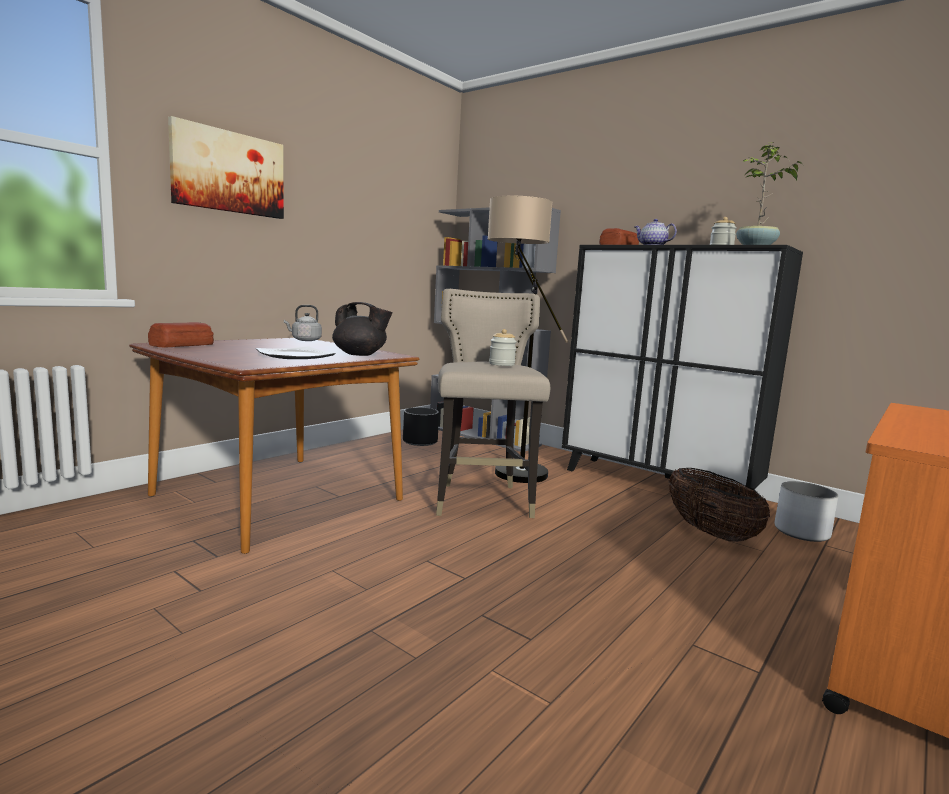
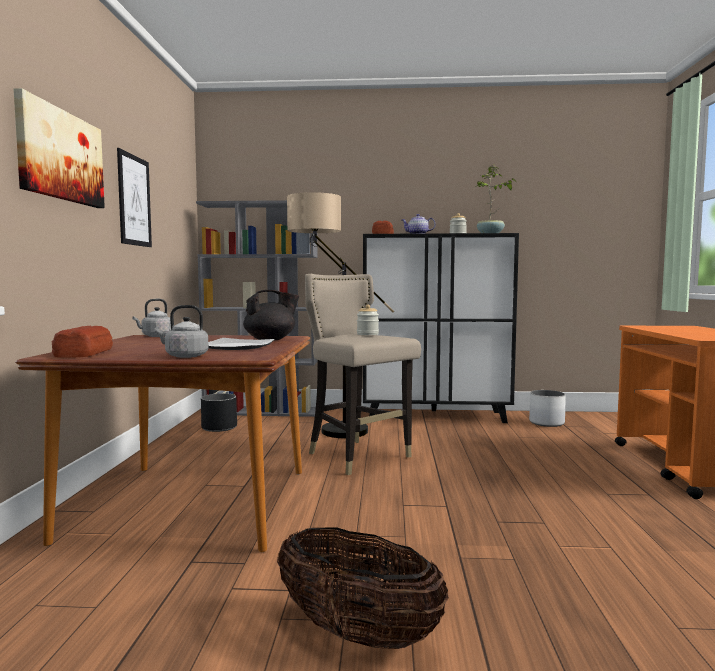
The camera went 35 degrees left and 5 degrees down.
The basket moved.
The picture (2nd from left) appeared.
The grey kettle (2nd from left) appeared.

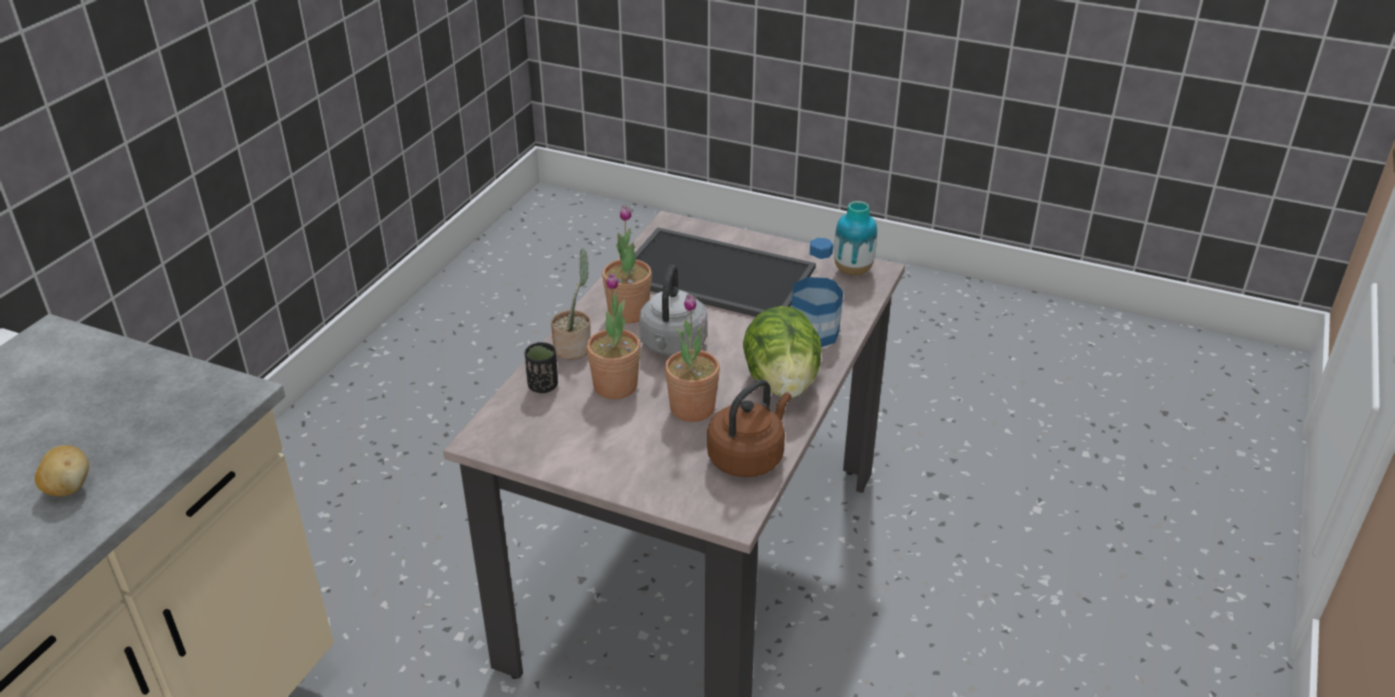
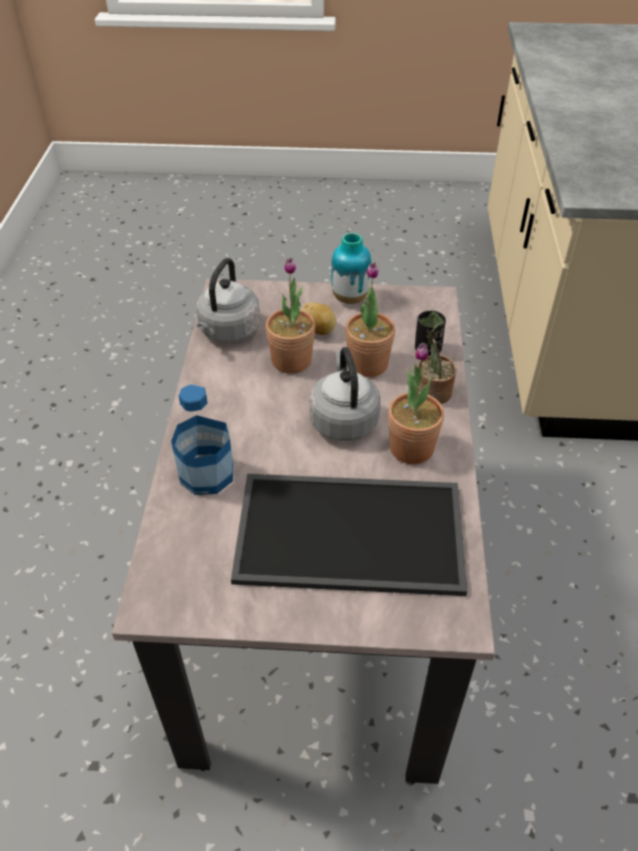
The camera went 160 degrees right and 10 degrees up.
The potato moved.
The brown kettle became the grey kettle (1st from left).
The lettuce disappeared.
The vase moved.

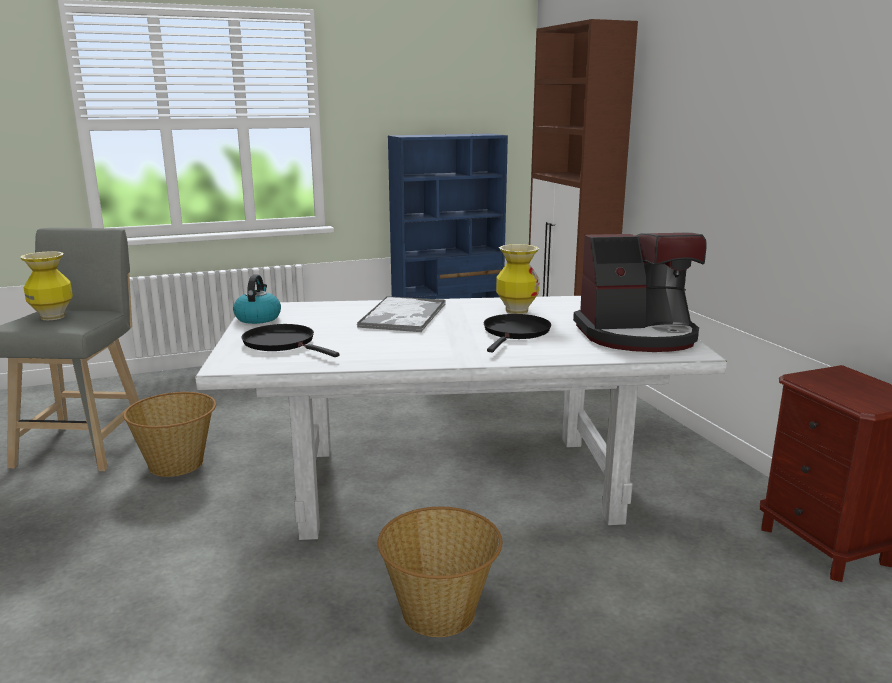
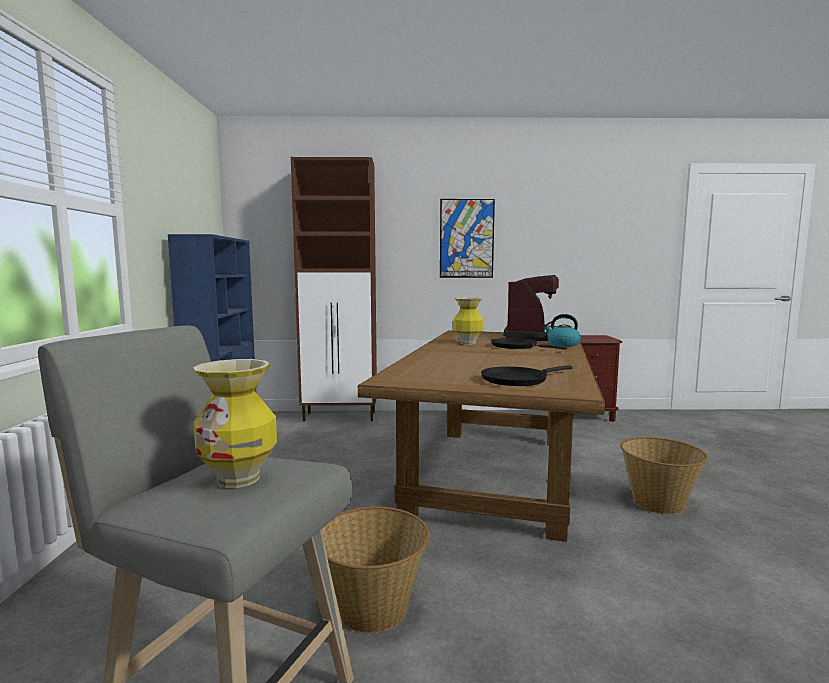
The camera went 70 degrees left and 10 degrees down.
The white dining table became the brown dining table.
The kettle moved.
The tray disappeared.
The picture appeared.

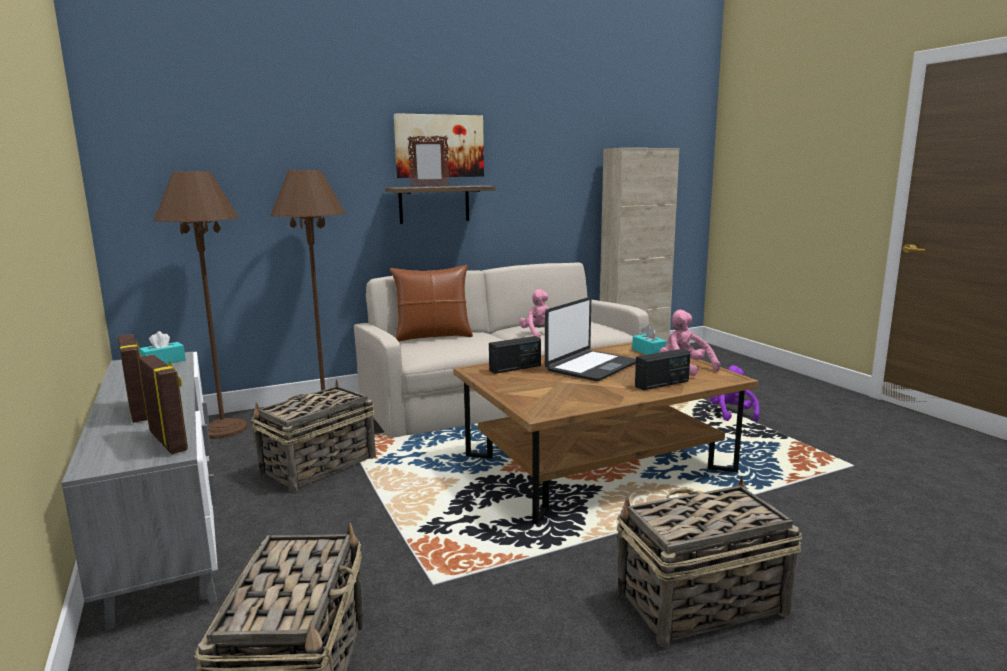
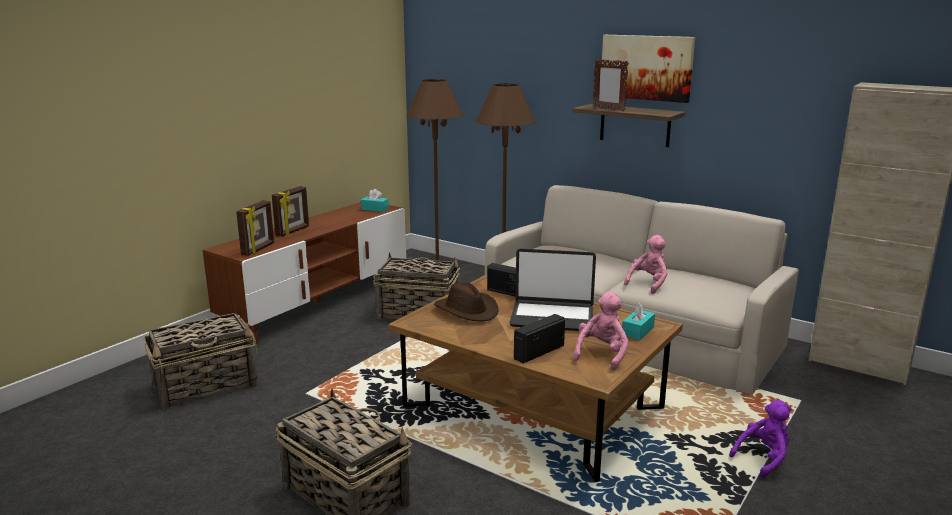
The camera went 60 degrees right and 5 degrees up.
The grey tv stand became the brown tv stand.
The brown pillow disappeared.
The radio (2nd from left) turned 105 degrees clockwise.
The brown hat appeared.

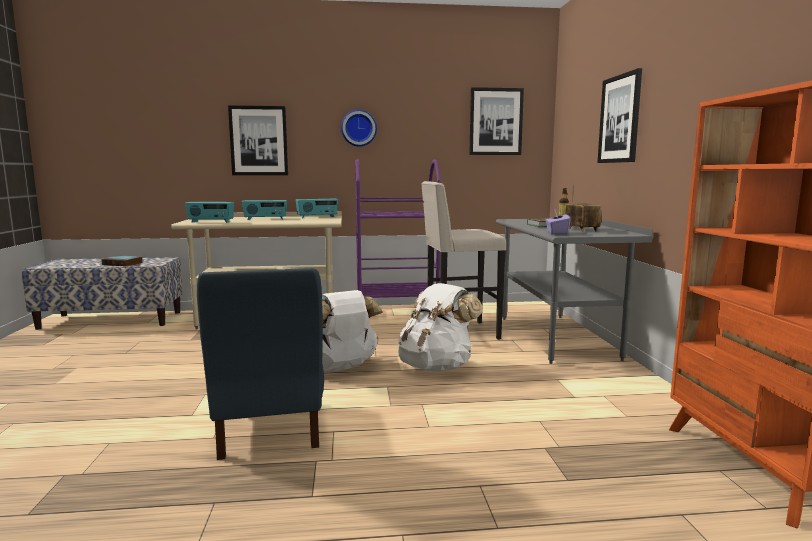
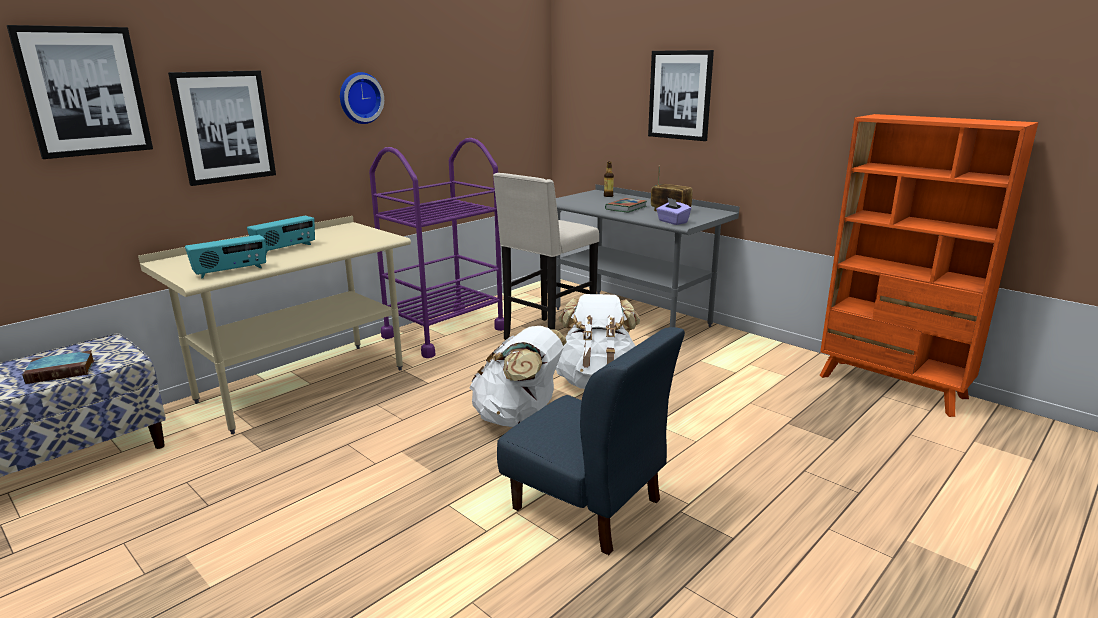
The camera went 40 degrees left and 10 degrees up.
The radio (3rd from left) disappeared.
The picture (2nd from left in the first image) moved.

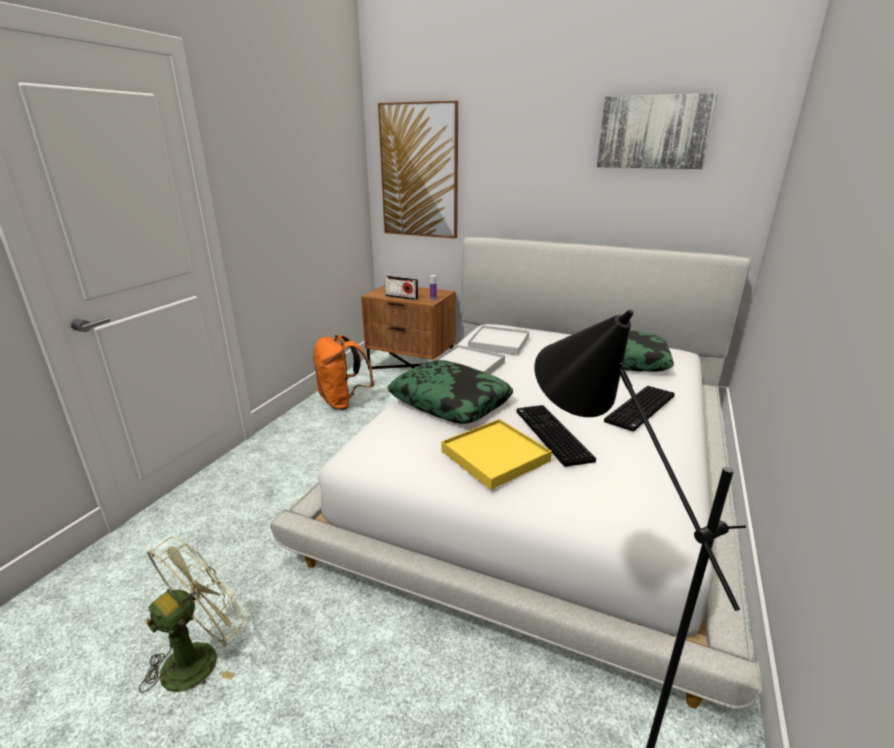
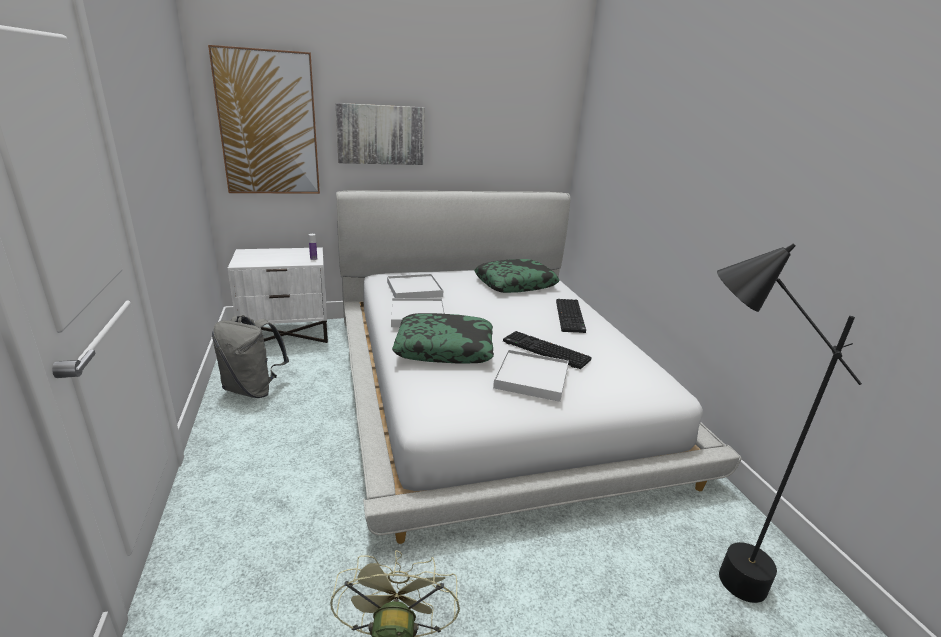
The camera went 40 degrees left and 0 degrees up.
The orange backpack became the grey backpack.
The brown nightstand became the white nightstand.
The radio disappeared.
The yellow tray became the white tray (3rd from left).
The picture (2nd from left) moved.

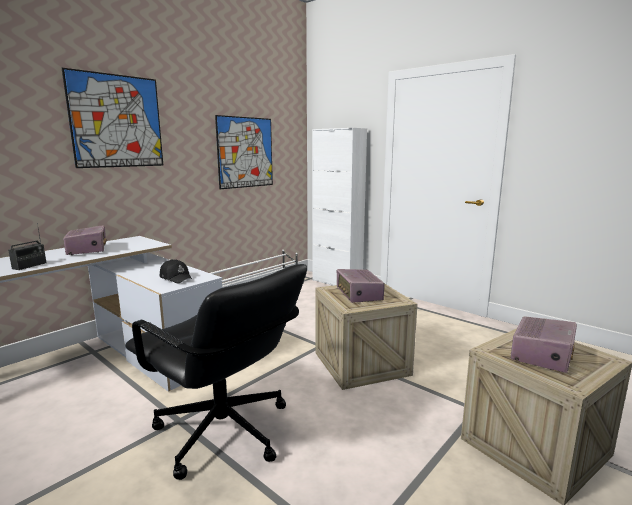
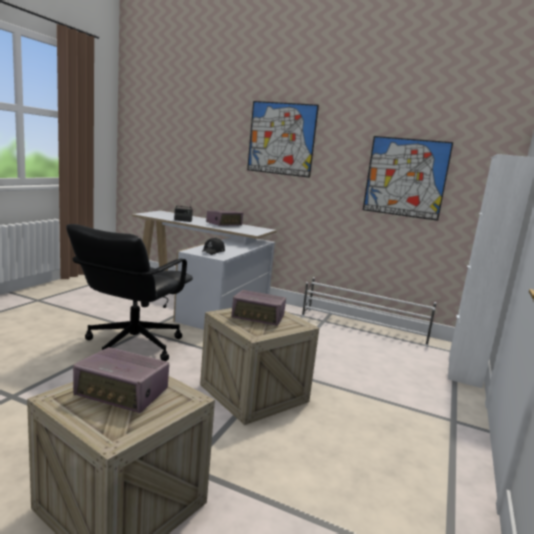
The camera went 70 degrees right and 0 degrees up.
The radio (3rd from left in the first image) turned 135 degrees counterclockwise.

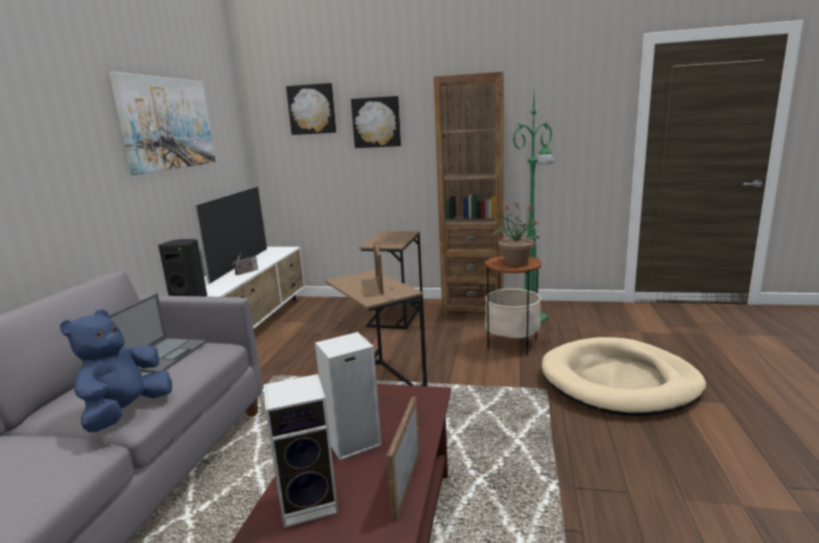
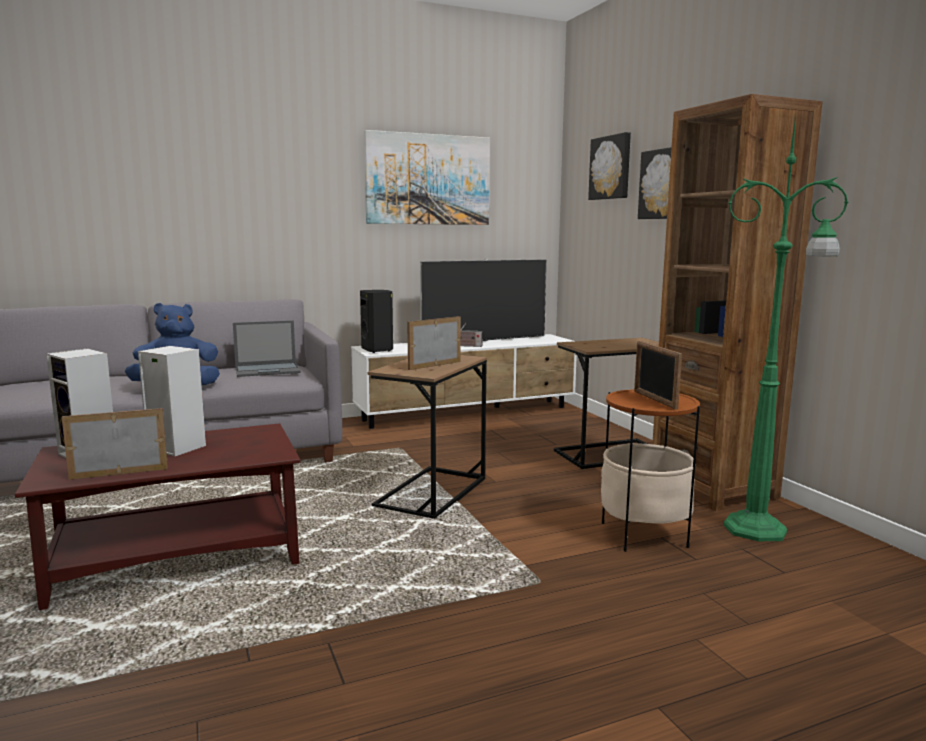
The camera went 55 degrees right and 5 degrees down.
The potted plant was replaced by the picture frame (3rd from left).
The beige dog bed disappeared.

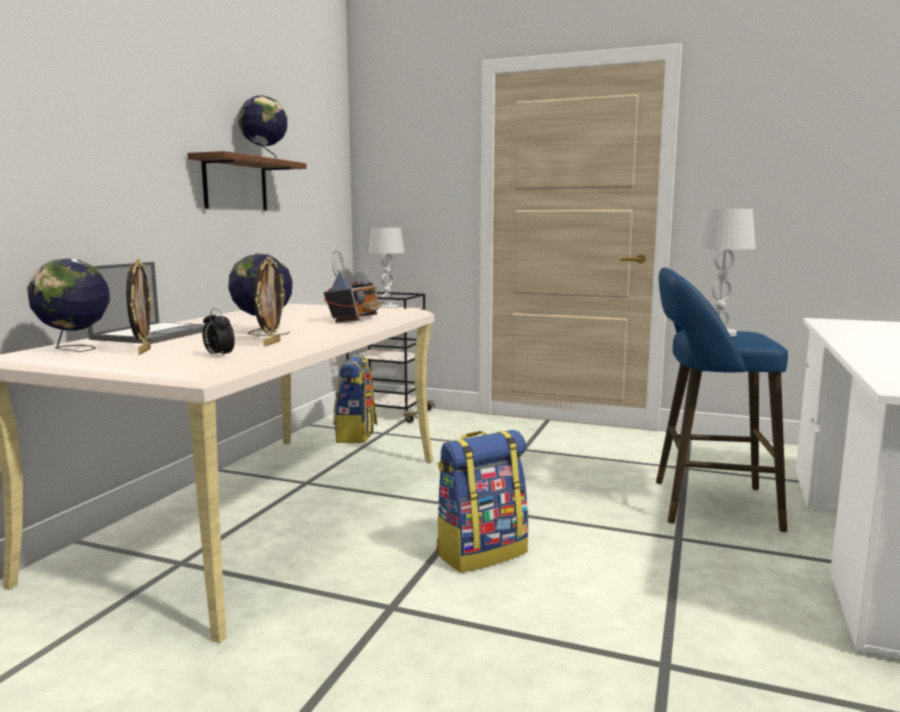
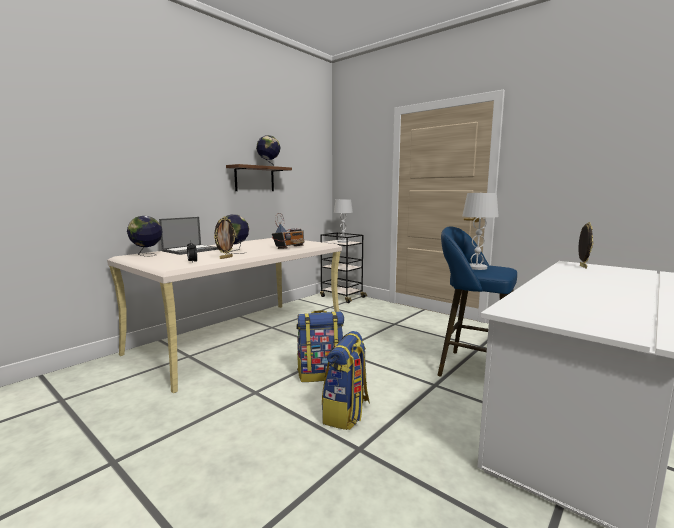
The camera went 20 degrees right and 0 degrees up.
The picture frame (1st from left in the first image) moved.
The backpack (1st from left in the first image) moved.

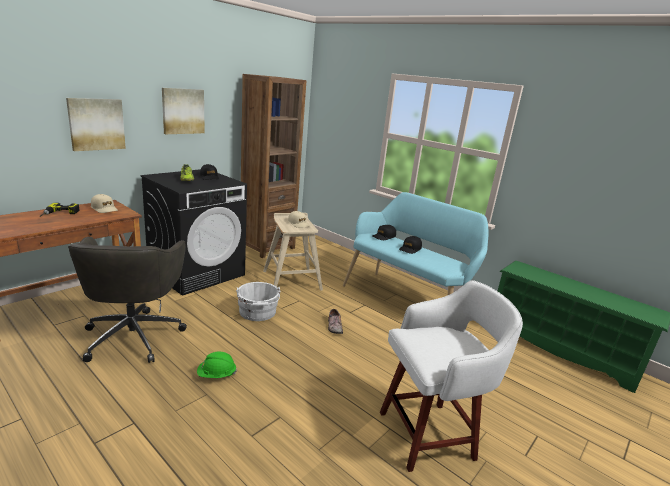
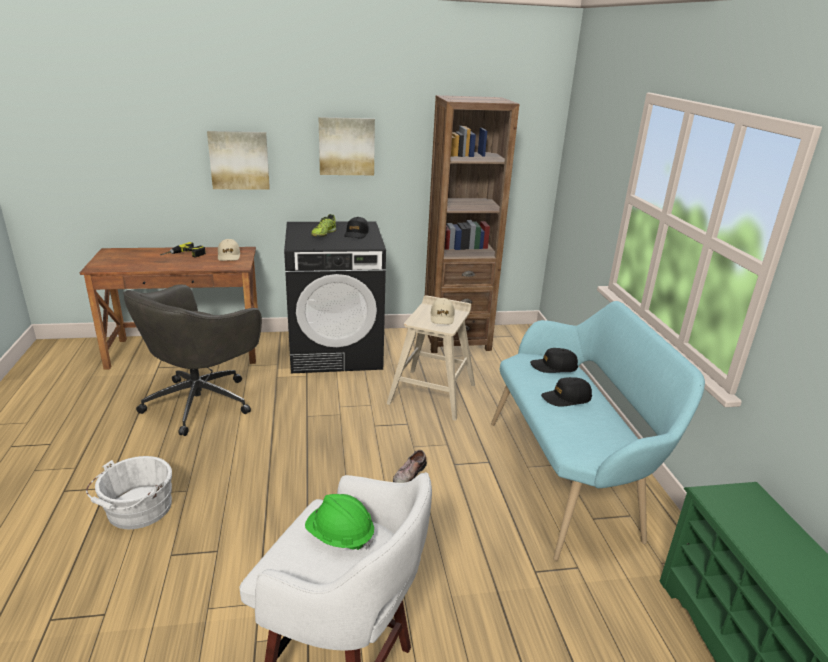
The camera went 40 degrees right and 5 degrees up.
The green hard hat moved.
The white bucket moved.

